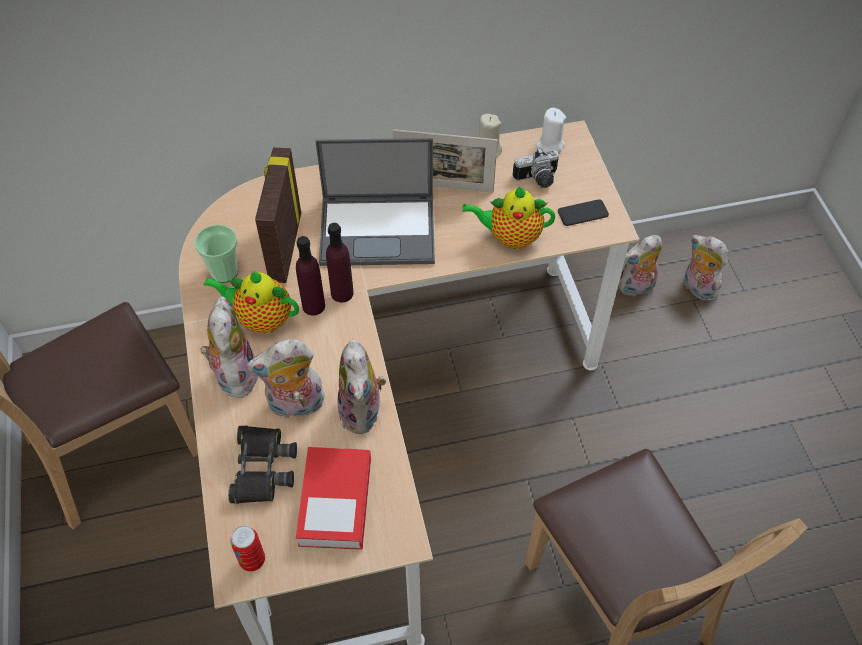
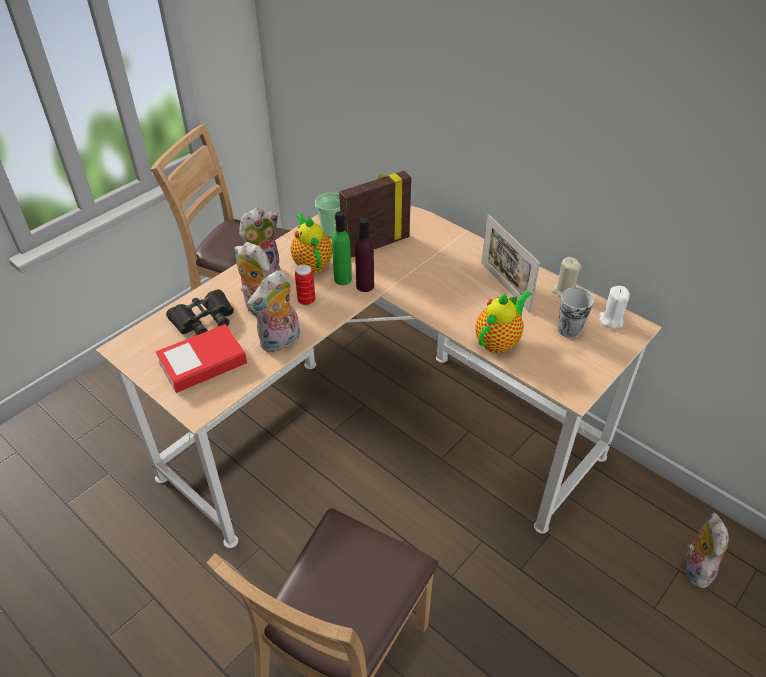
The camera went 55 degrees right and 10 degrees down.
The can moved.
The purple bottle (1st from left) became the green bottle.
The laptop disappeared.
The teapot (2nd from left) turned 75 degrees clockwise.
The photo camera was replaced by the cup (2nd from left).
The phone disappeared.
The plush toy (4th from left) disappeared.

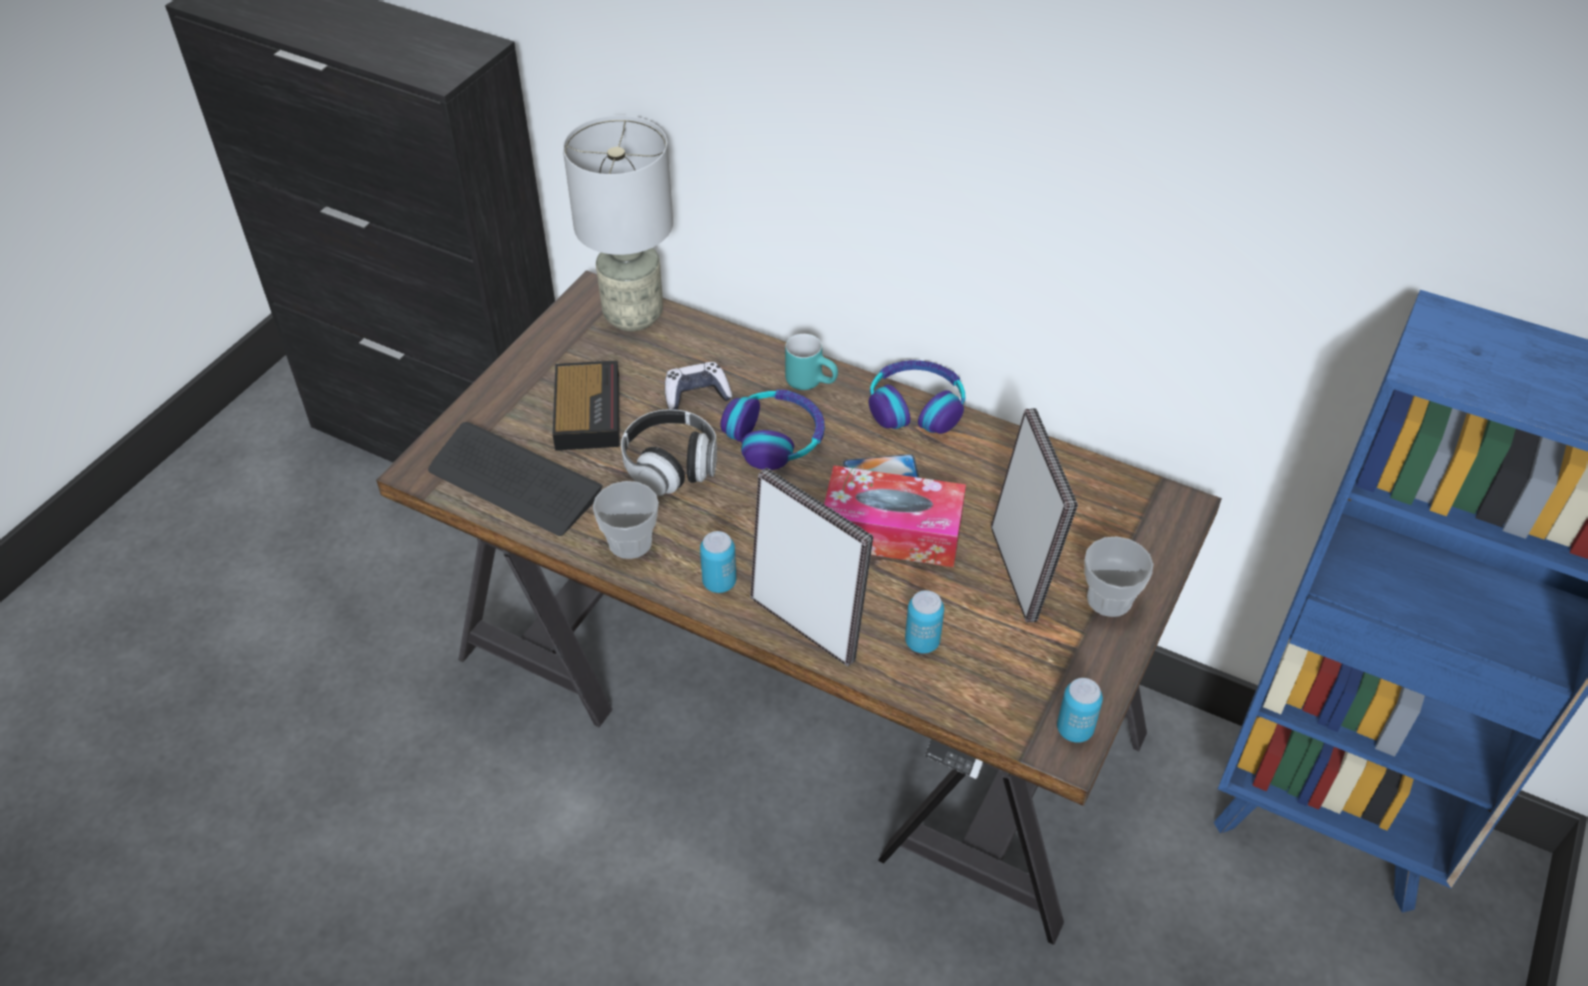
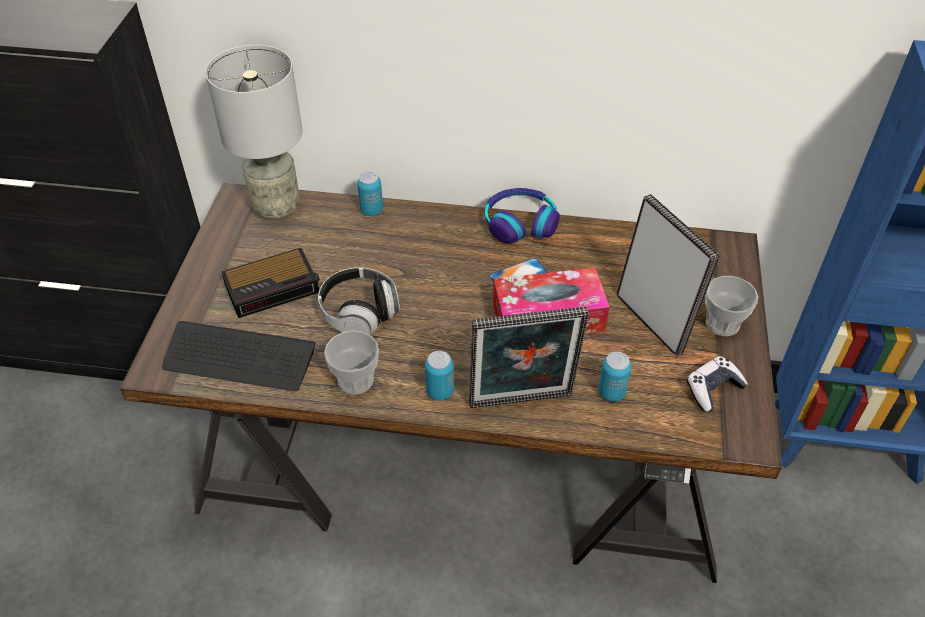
The camera went 20 degrees left and 0 degrees up.
The alarm clock turned 90 degrees clockwise.
The game controller moved.
The headphones (2nd from left) disappeared.
The picture frame (1st from left) turned 150 degrees clockwise.
The turquoise mug disappeared.
The can (3rd from left in the first image) moved.

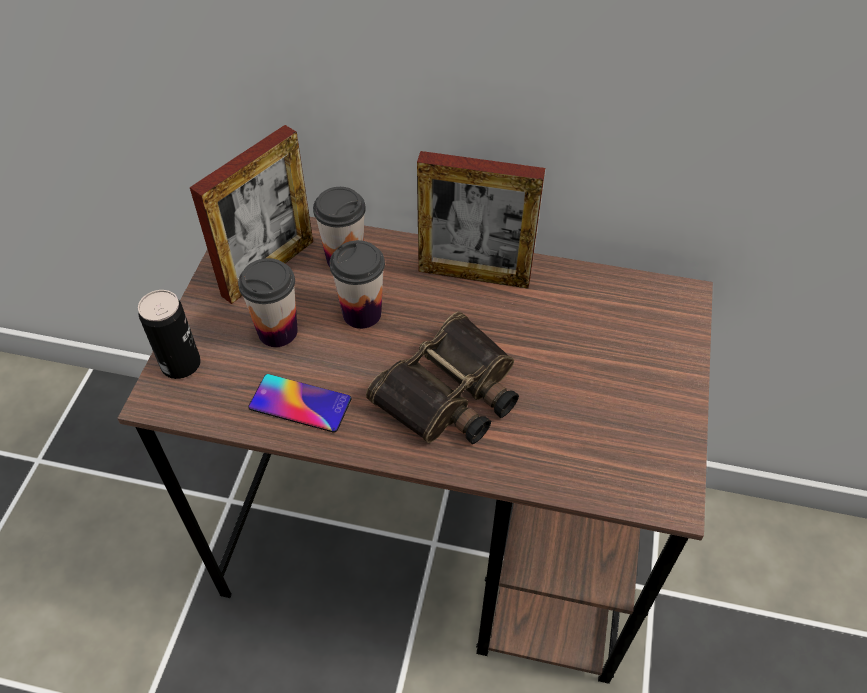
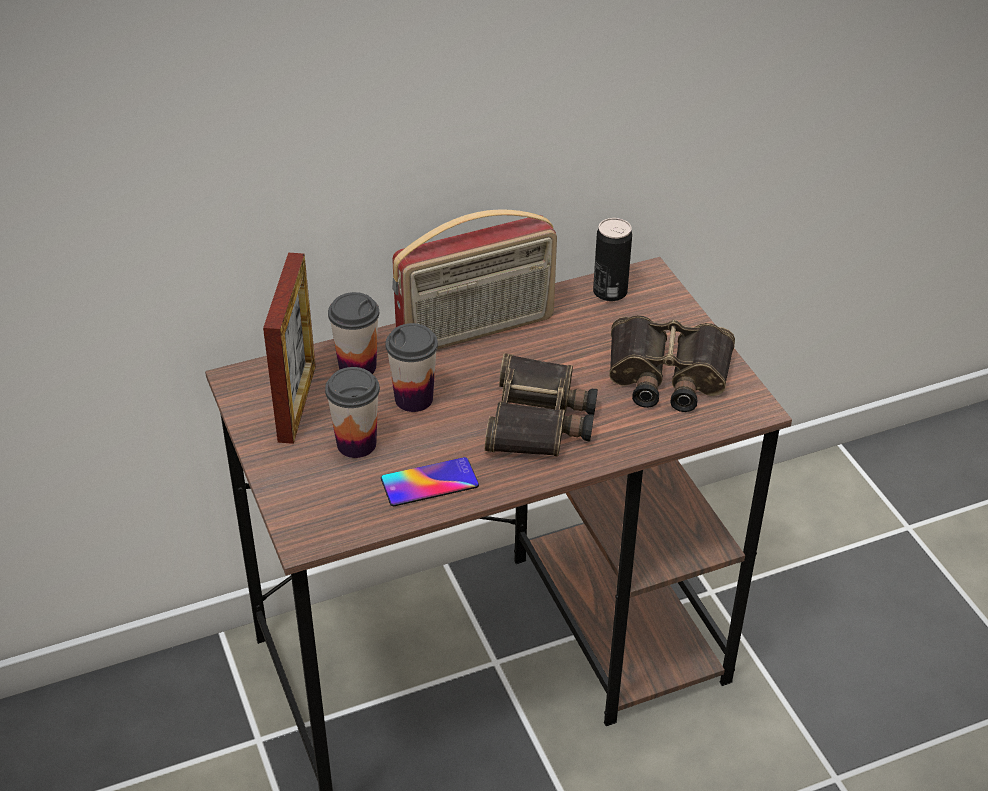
The camera went 35 degrees left and 10 degrees down.
The can moved.
The picture frame (2nd from left) was replaced by the radio.
The binoculars (2nd from left) appeared.

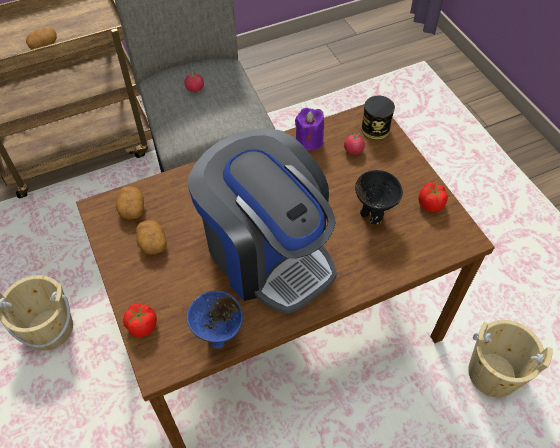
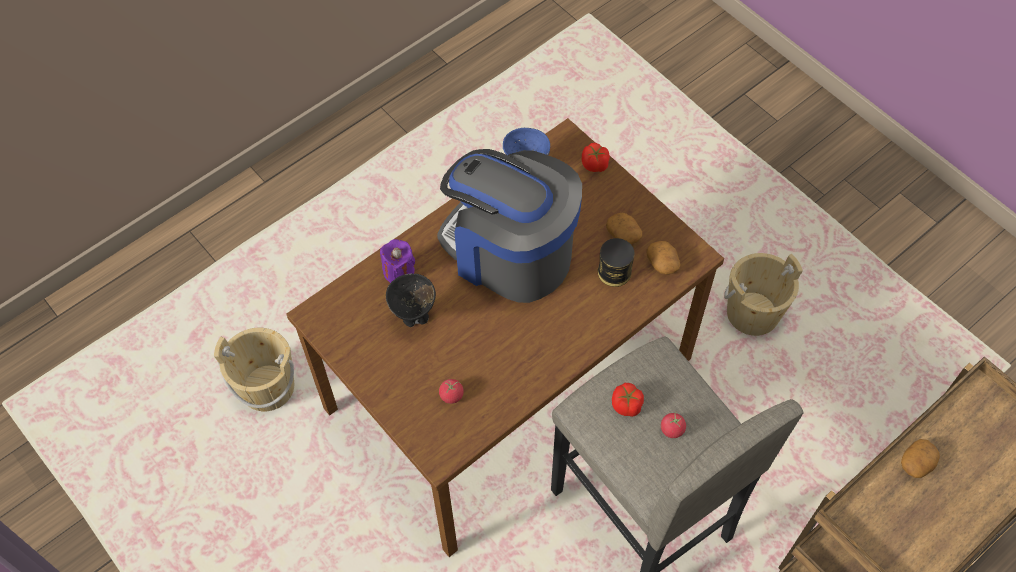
The camera went 165 degrees right and 5 degrees up.
The purple candle moved.
The can moved.
The tomato (4th from left in the first image) moved.

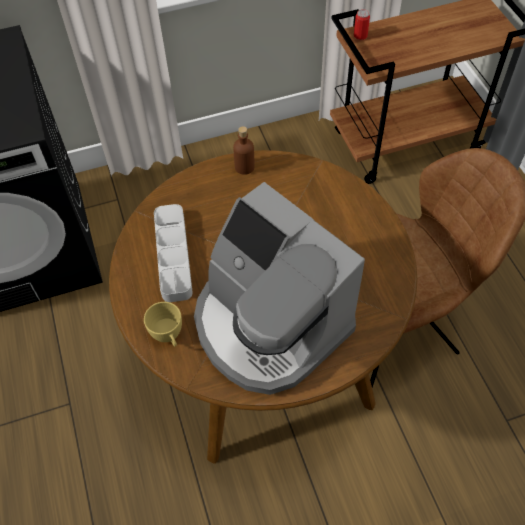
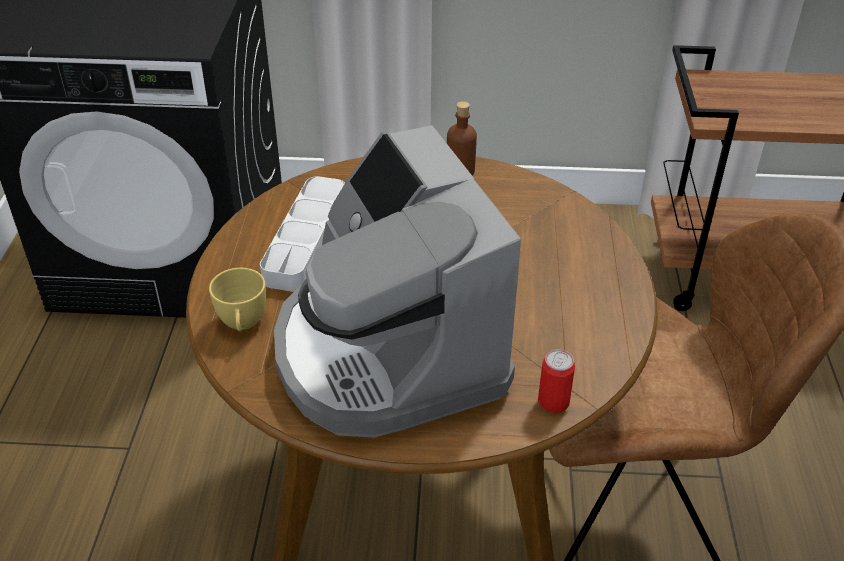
The camera went 20 degrees right and 15 degrees down.
The can moved.

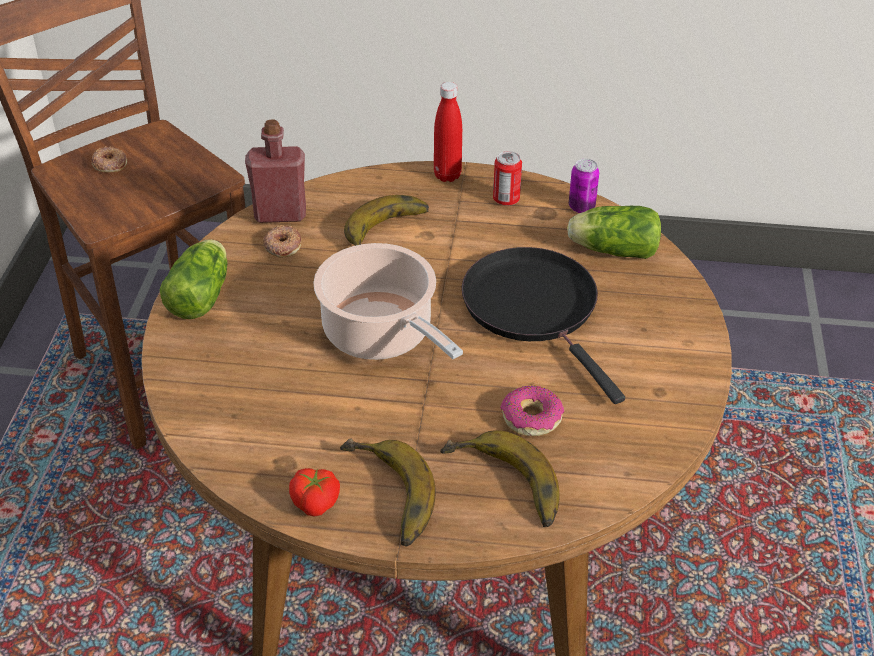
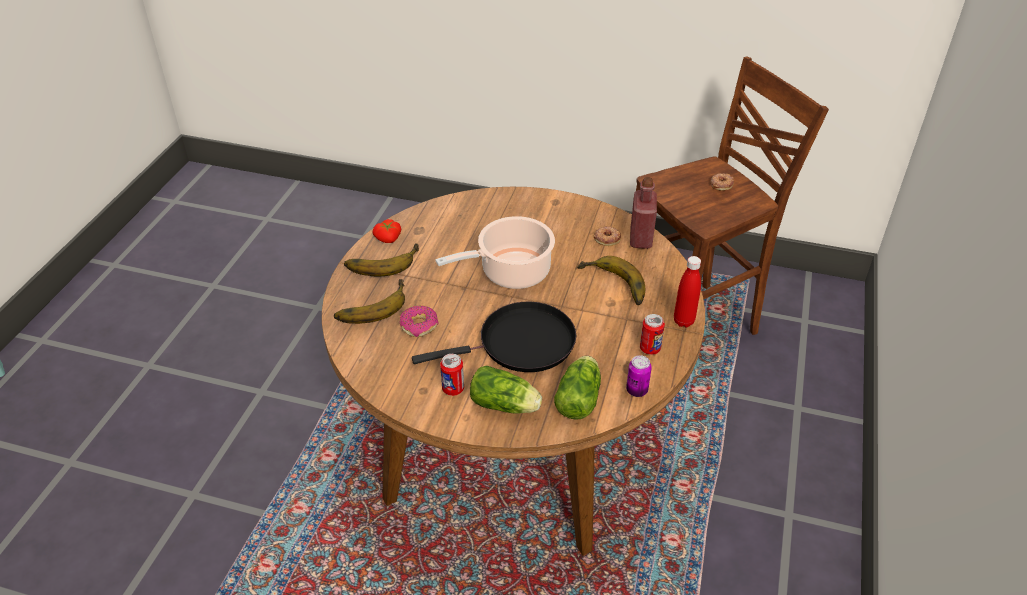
The camera went 100 degrees right and 0 degrees up.
The lettuce (1st from left) moved.
The can (1st from left) appeared.

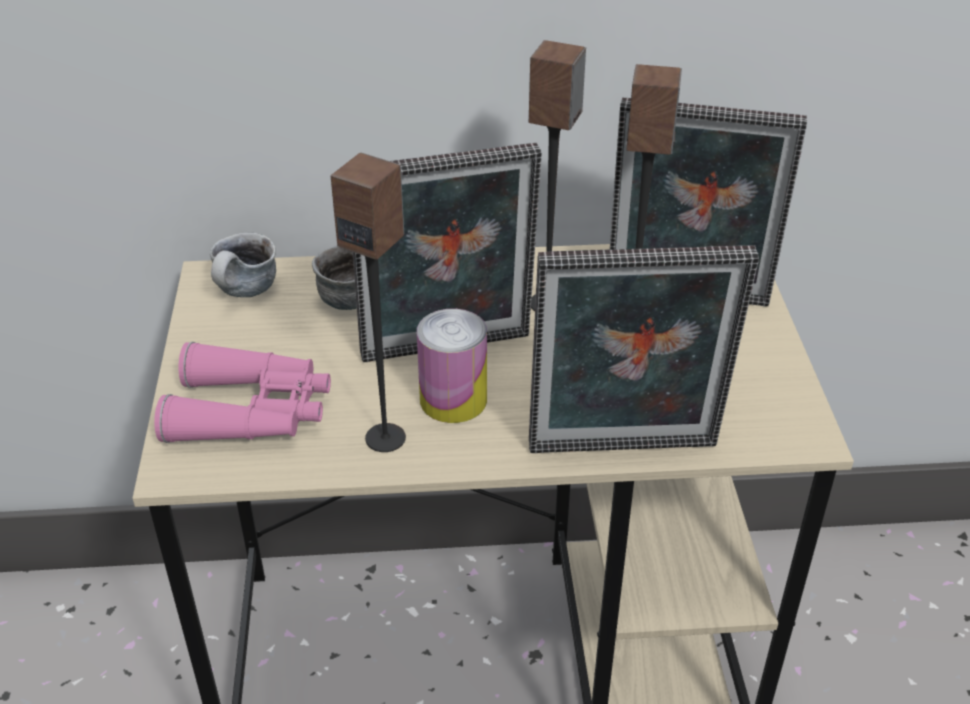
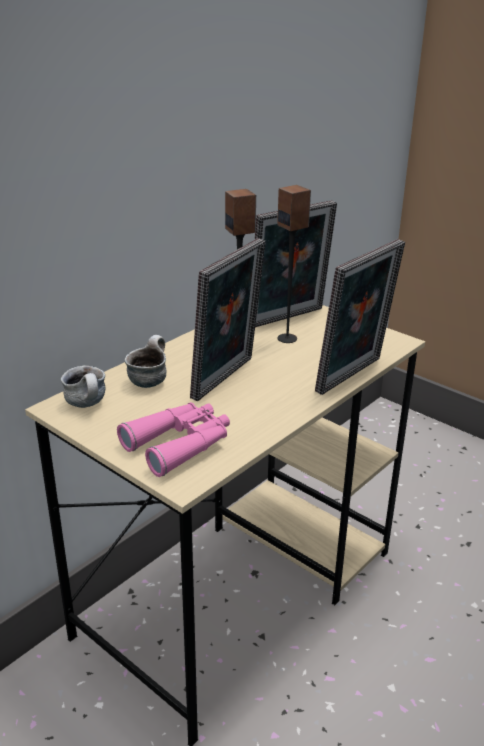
The camera went 45 degrees left and 10 degrees down.
The speaker (1st from left) disappeared.
The can disappeared.

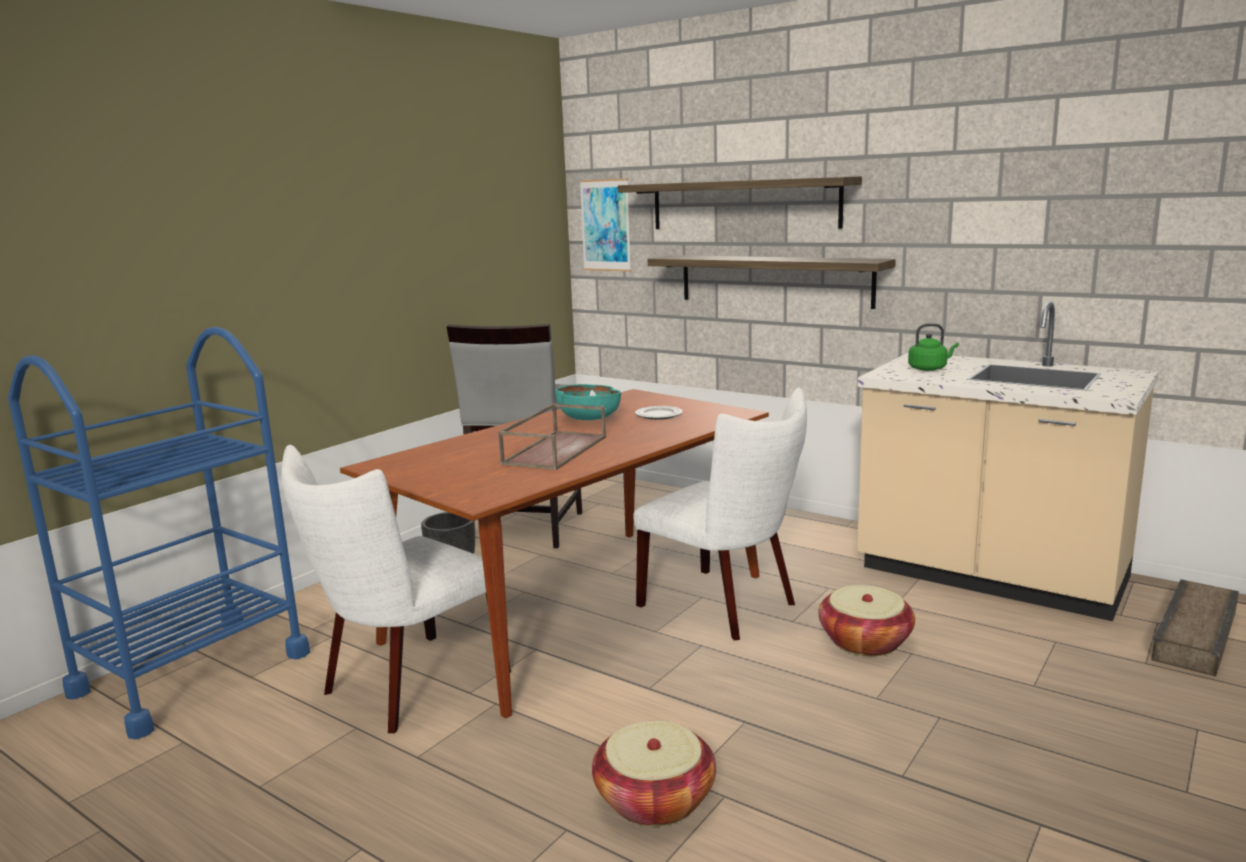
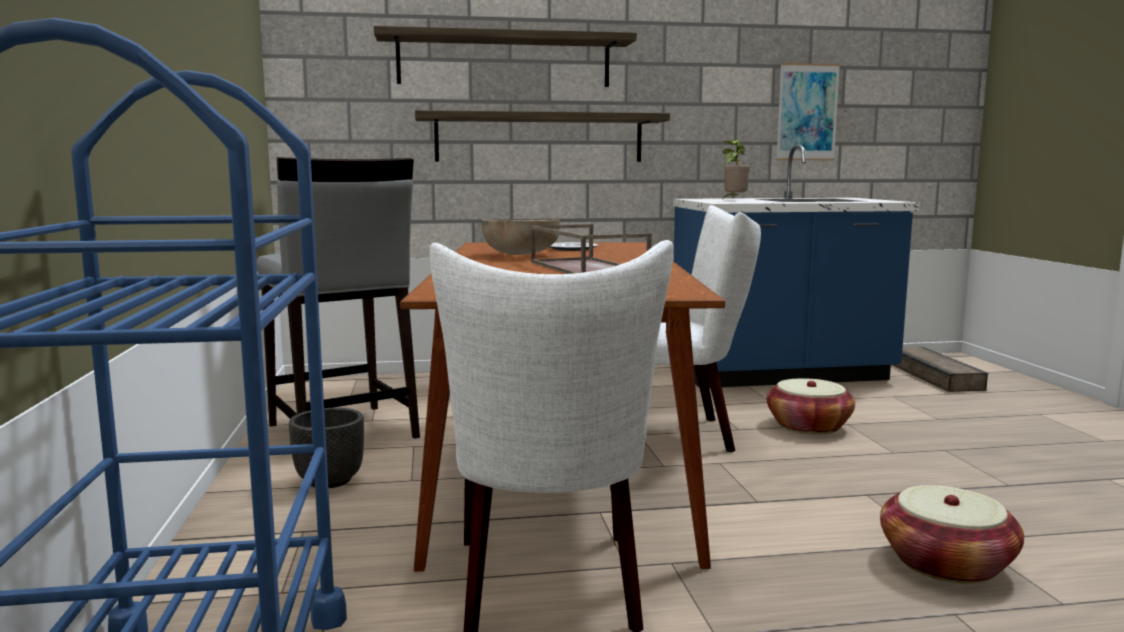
The camera went 45 degrees left and 5 degrees down.
The turquoise bowl became the brown bowl.
The picture moved.
The beige counter became the blue counter.
The green kettle was replaced by the potted plant.

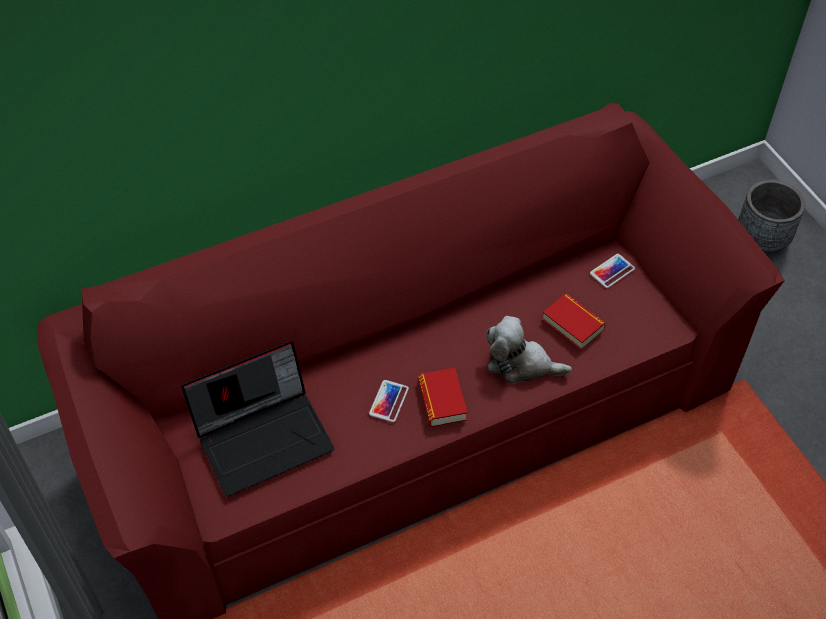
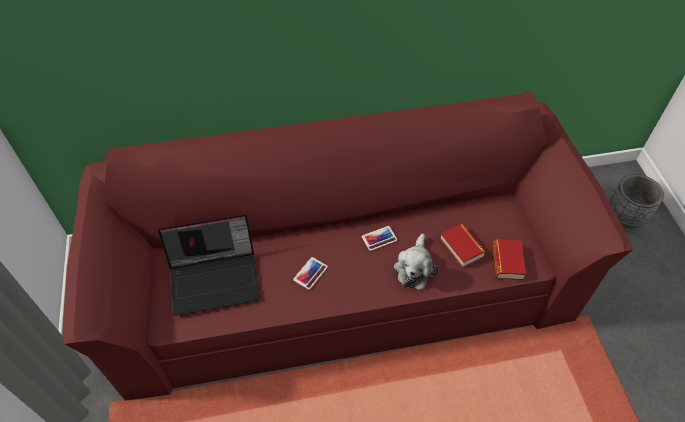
The camera went 15 degrees right and 0 degrees up.
The book (1st from left in the first image) moved.
The plush toy turned 105 degrees counterclockwise.
The phone (2nd from left) moved.

